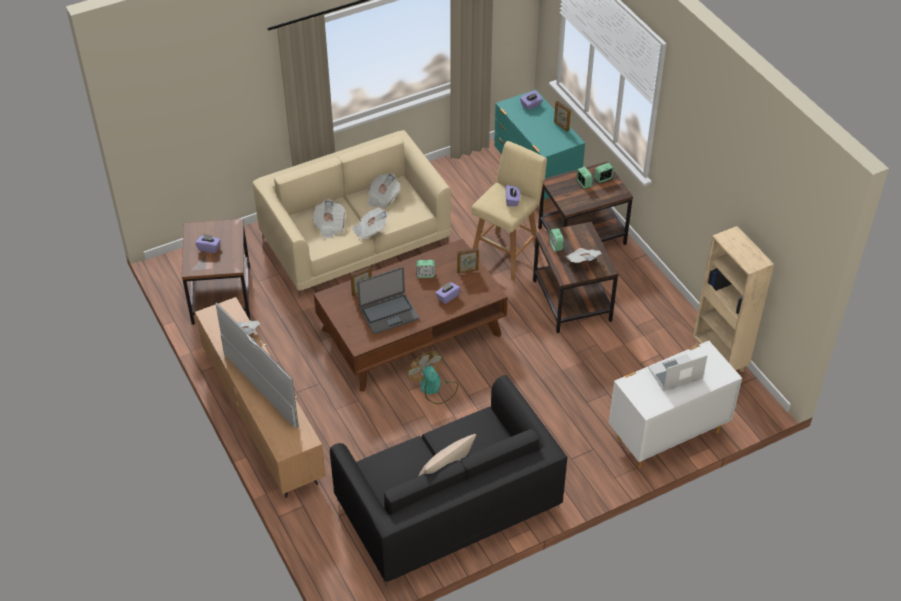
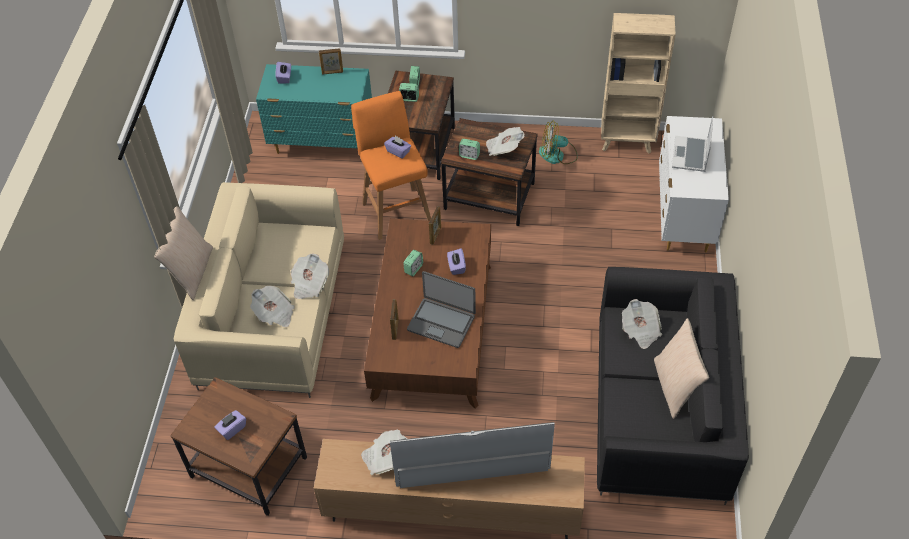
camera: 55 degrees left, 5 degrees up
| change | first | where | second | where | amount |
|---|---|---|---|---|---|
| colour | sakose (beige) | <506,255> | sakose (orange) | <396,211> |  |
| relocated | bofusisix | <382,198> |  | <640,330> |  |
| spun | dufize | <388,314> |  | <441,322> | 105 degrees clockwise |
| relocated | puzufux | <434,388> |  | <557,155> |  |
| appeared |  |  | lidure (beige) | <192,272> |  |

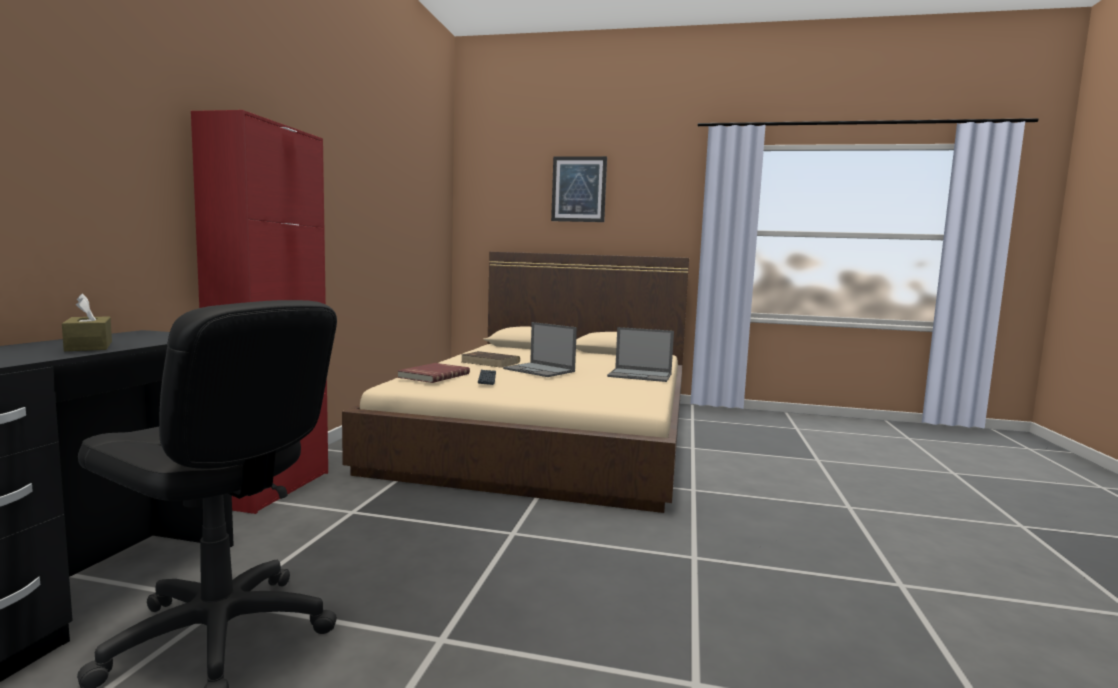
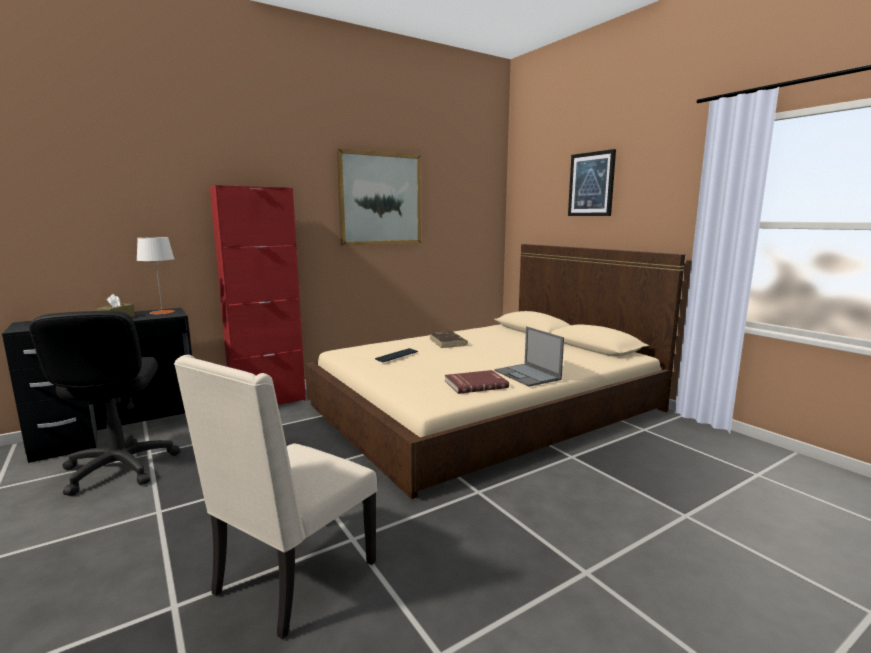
camera: 45 degrees right, 5 degrees up
| change | first | where | second | where | amount |
|---|---|---|---|---|---|
| missing | dufize | <540,370> |  |  |  |
| relocated | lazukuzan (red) | <433,375> |  | <475,384> |  |
| appeared |  |  | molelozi | <380,199> |  |
| appeared |  |  | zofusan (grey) | <162,312> |  |
| appeared |  |  | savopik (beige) | <292,579> |  |

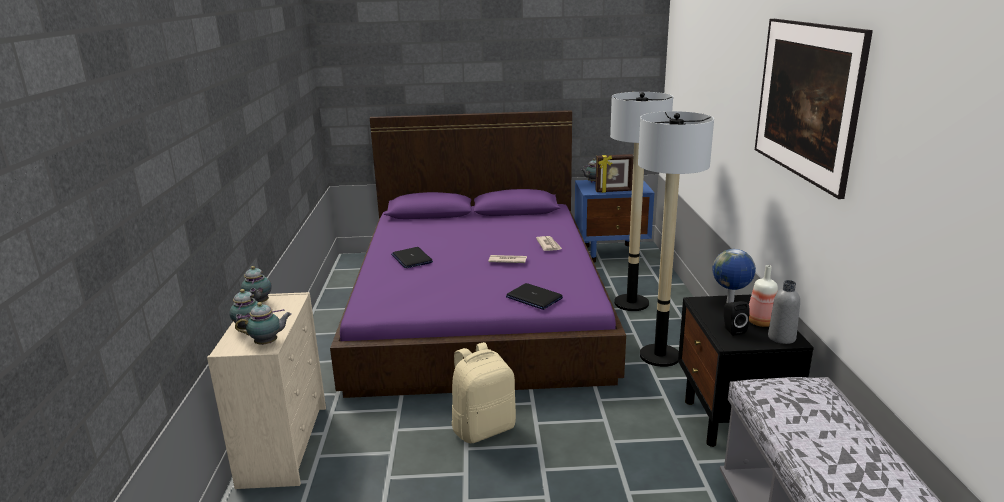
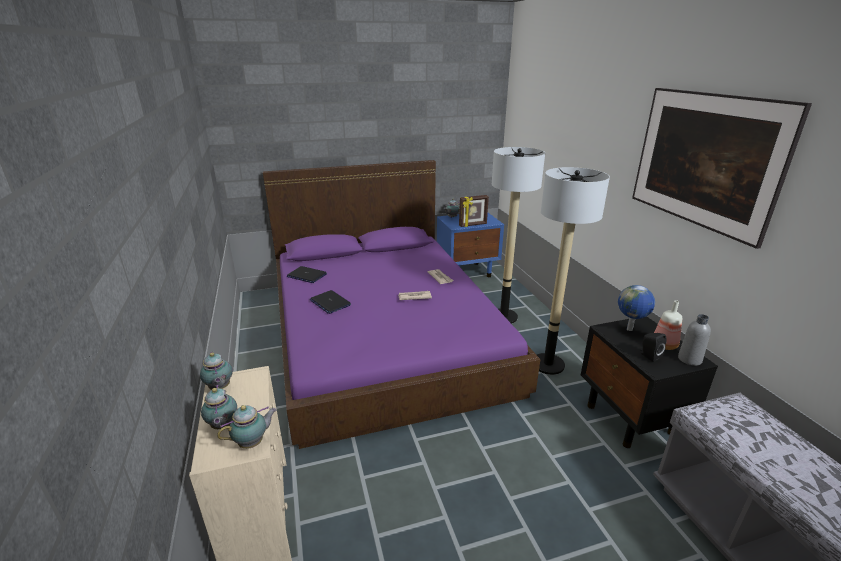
camera: 15 degrees left, 5 degrees up
| change | first | where | second | where | amount |
|---|---|---|---|---|---|
| relocated | dufize | <533,298> |  | <306,275> |  |
| missing | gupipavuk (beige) | <483,428> |  |  |  |

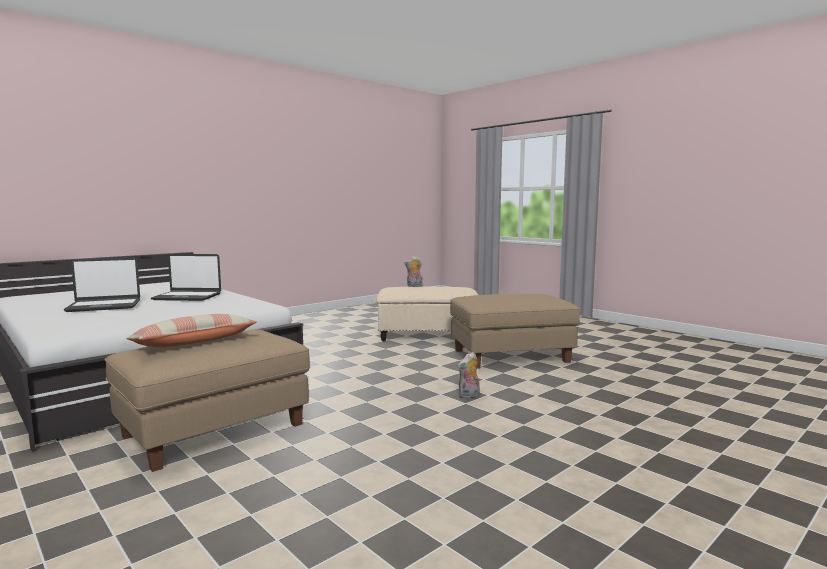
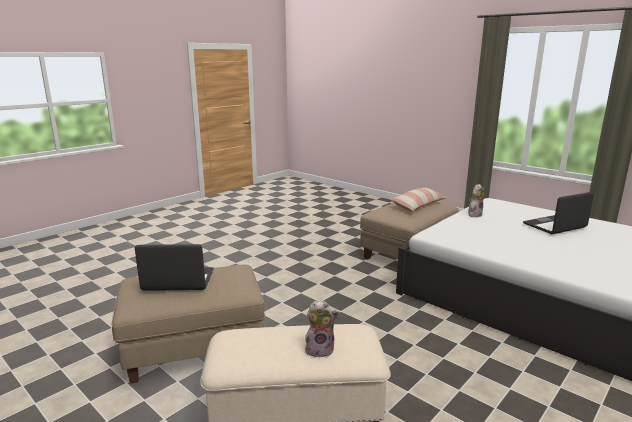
camera: 175 degrees right, 10 degrees up
| change | first | where | second | where | amount |
|---|---|---|---|---|---|
| relocated | dufize | <187,297> |  | <178,281> |  |
| relocated | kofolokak | <469,396> |  | <474,214> |  |

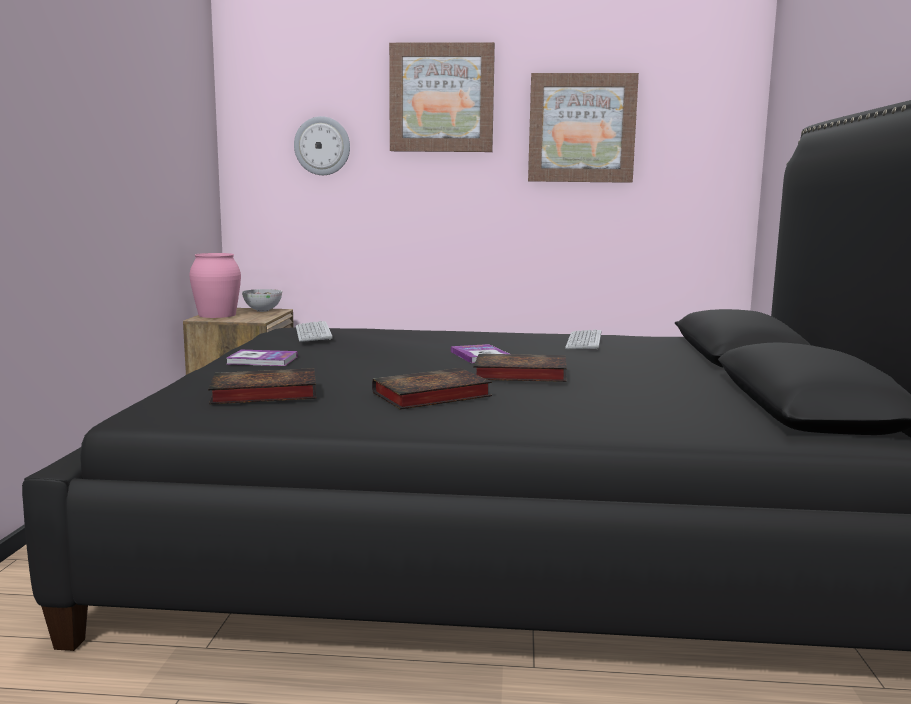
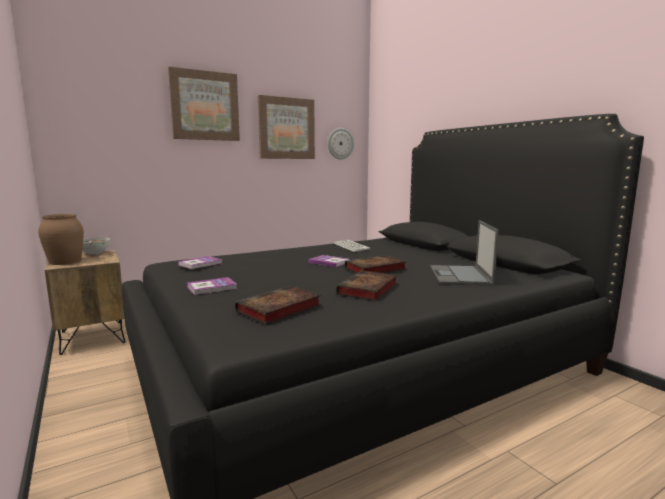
camera: 35 degrees left, 0 degrees up
| change | first | where | second | where | amount |
|---|---|---|---|---|---|
| relocated | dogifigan | <322,146> |  | <340,143> |  |
| colour | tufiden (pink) | <217,315> | tufiden (brown) | <65,261> |  |
| exchanged | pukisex | <313,333> | lazukuzan | <200,264> |  |
| appeared |  |  | dufize | <460,276> |  |

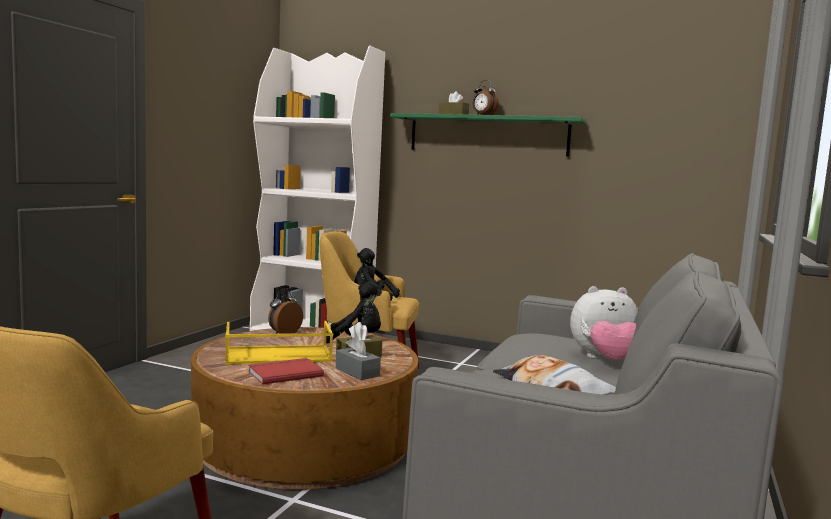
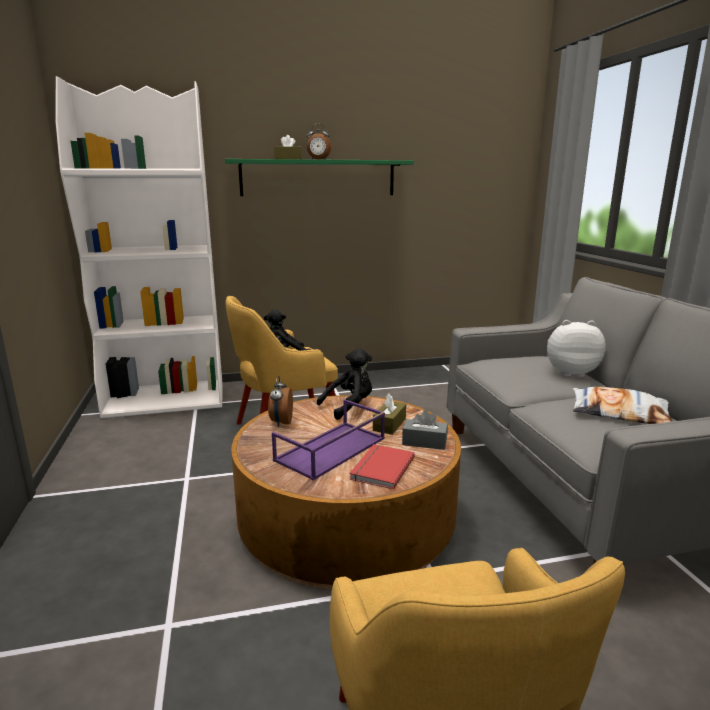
camera: 35 degrees left, 10 degrees up
| change | first | where | second | where | amount |
|---|---|---|---|---|---|
| spun | kofolokak | <604,360> |  | <570,373> | 135 degrees counterclockwise |
| colour | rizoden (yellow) | <277,355> | rizoden (purple) | <331,450> |  |

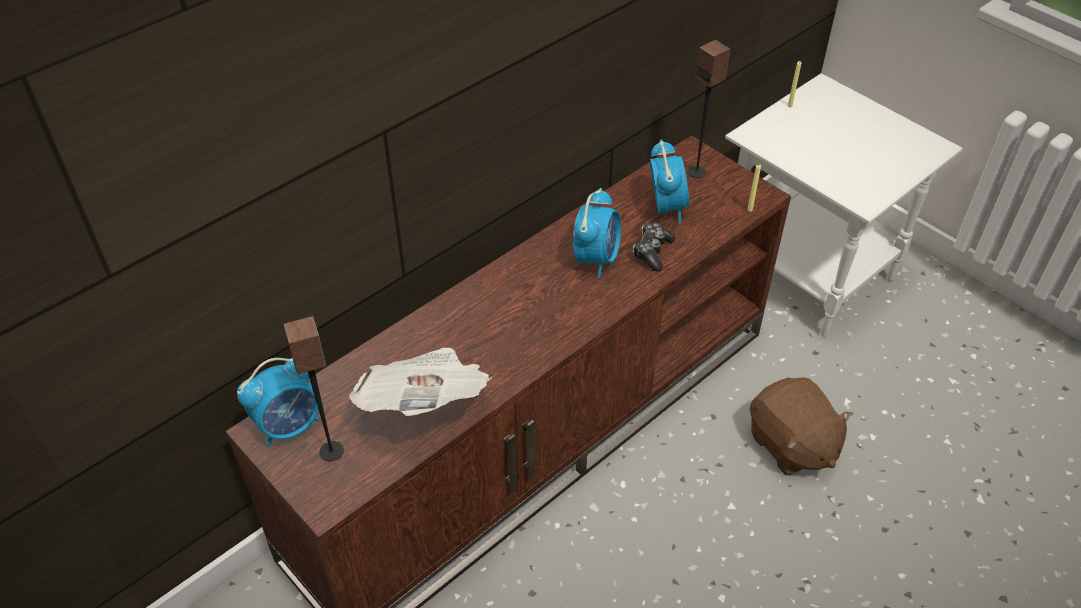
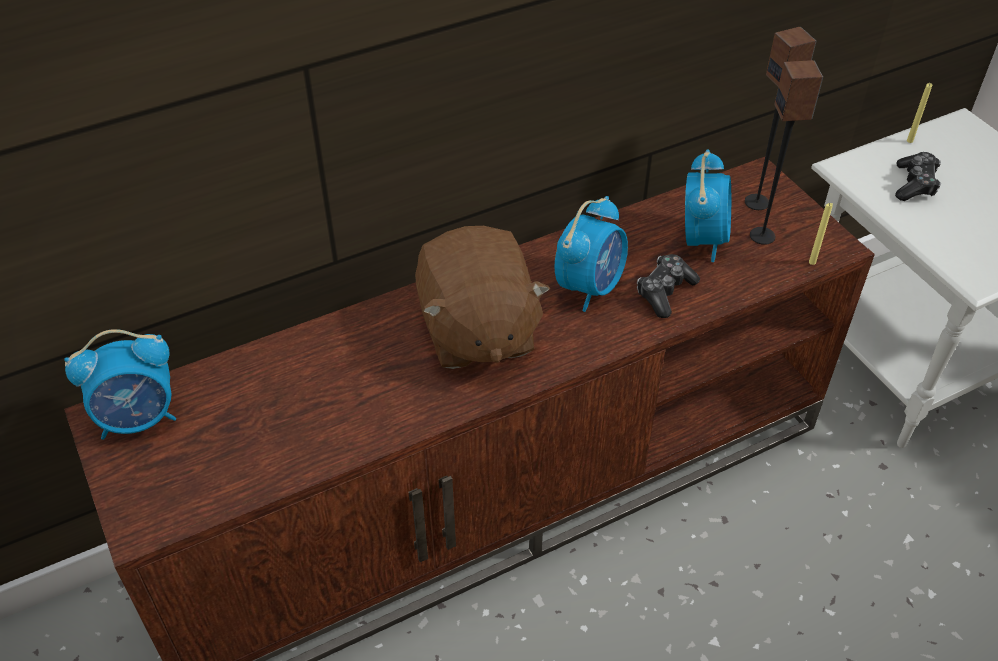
camera: 15 degrees right, 0 degrees up
| change | first | where | second | where | amount |
|---|---|---|---|---|---|
| relocated | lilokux | <332,451> |  | <763,236> |  |
| missing | bofusisix | <425,403> |  |  |  |
| relocated | kofolokak (brown) | <791,444> |  | <476,331> |  |
| appeared |  |  | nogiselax | <915,184> |  |

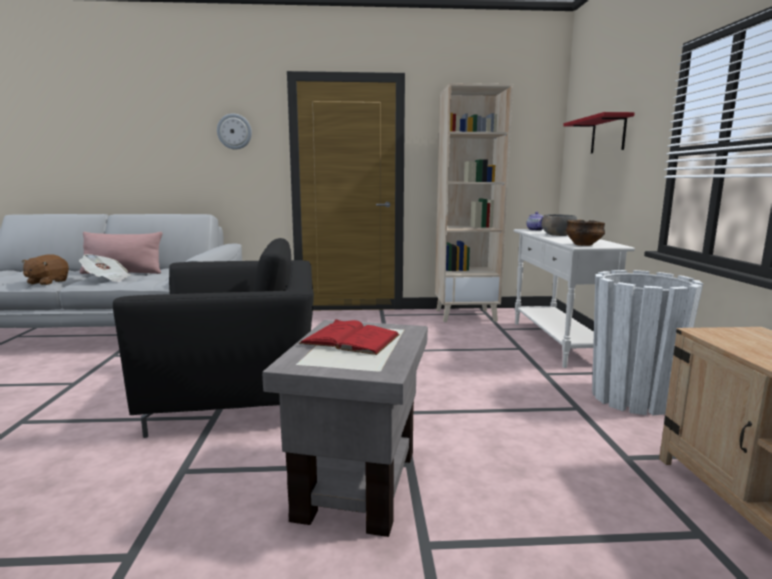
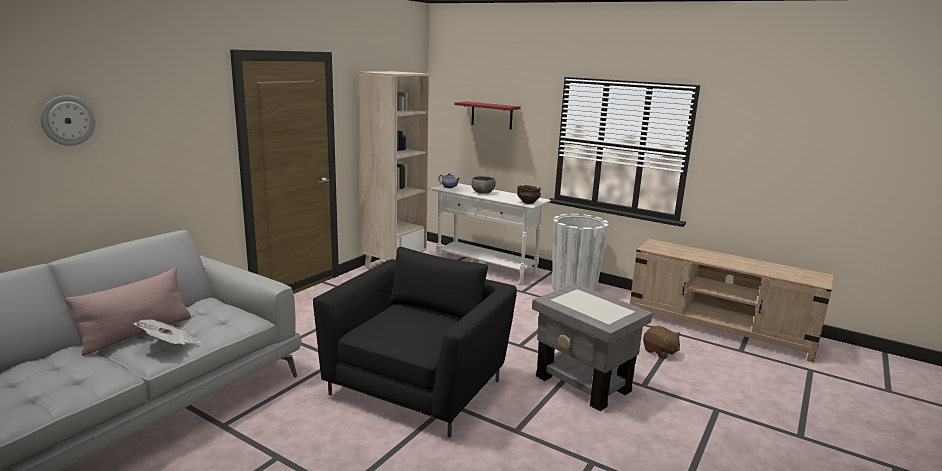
camera: 55 degrees left, 5 degrees up
| change | first | where | second | where | amount |
|---|---|---|---|---|---|
| relocated | dogifigan | <234,131> |  | <67,120> |  |
| relocated | kofolokak (brown) | <47,282> |  | <660,352> |  |
| missing | lazukuzan (red) | <350,339> |  |  |  |

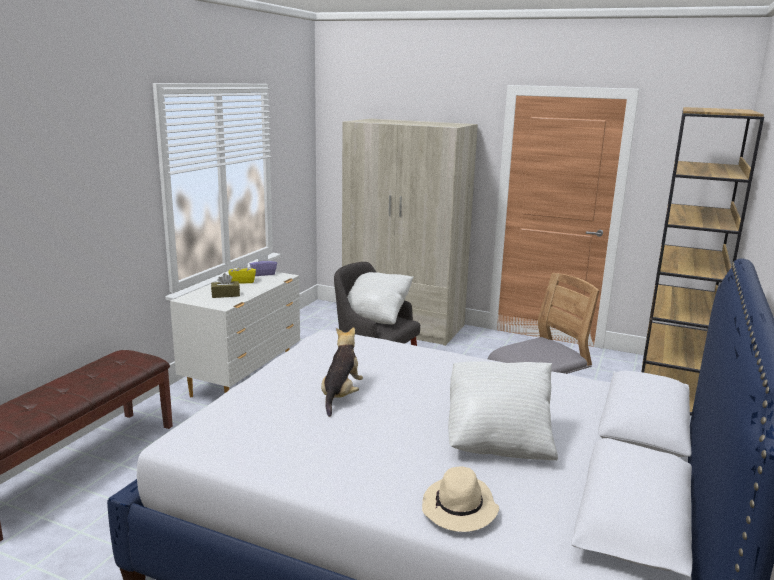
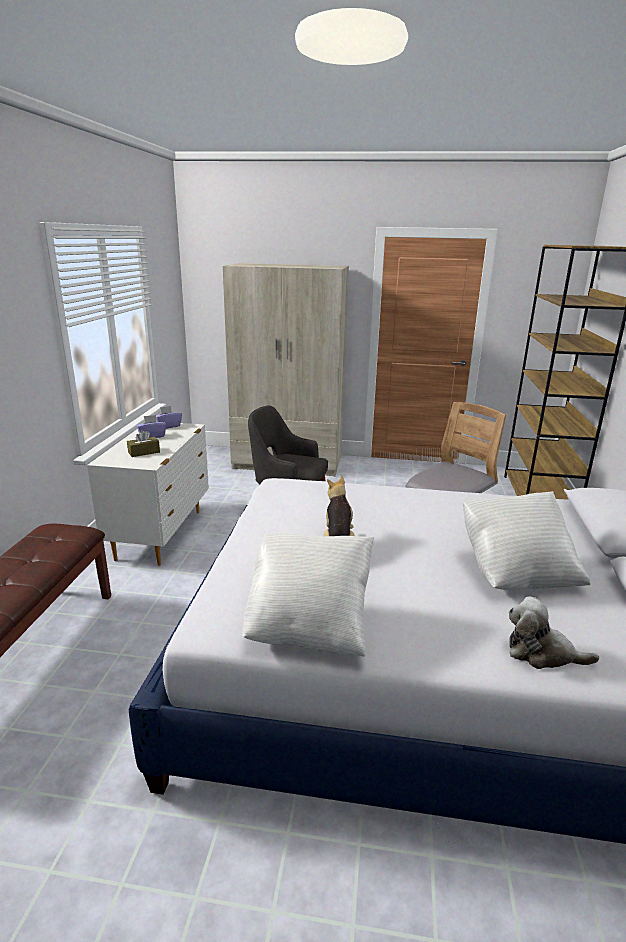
camera: 15 degrees left, 5 degrees up
| change | first | where | second | where | amount |
|---|---|---|---|---|---|
| colour | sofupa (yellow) | <242,281> | sofupa (purple) | <152,436> |  |
| relocated | lidure (white) | <377,316> |  | <309,624> |  |
| exchanged | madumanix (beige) | <459,509> | kofolokak | <542,653> |  |

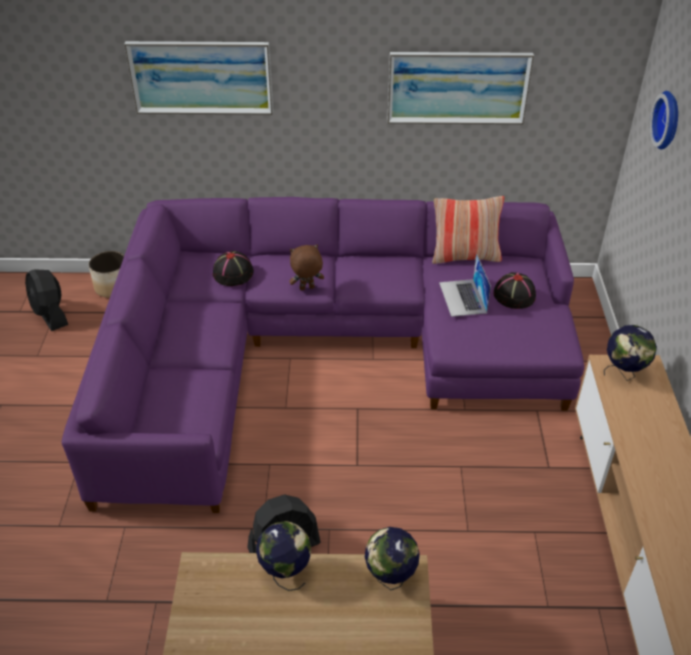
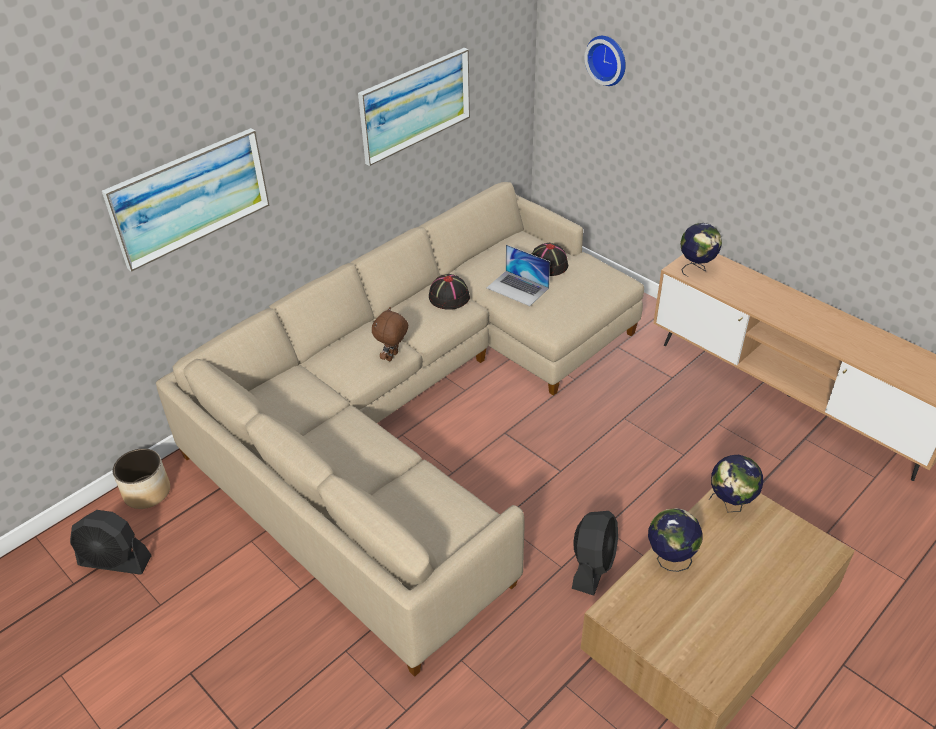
camera: 45 degrees left, 0 degrees up
| change | first | where | second | where | amount |
|---|---|---|---|---|---|
| missing | lidure | <465,256> |  |  |  |
| colour | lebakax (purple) | <321,351> | lebakax (beige) | <418,411> |  |
| relocated | madumanix (black) | <233,273> |  | <448,296> |  |

